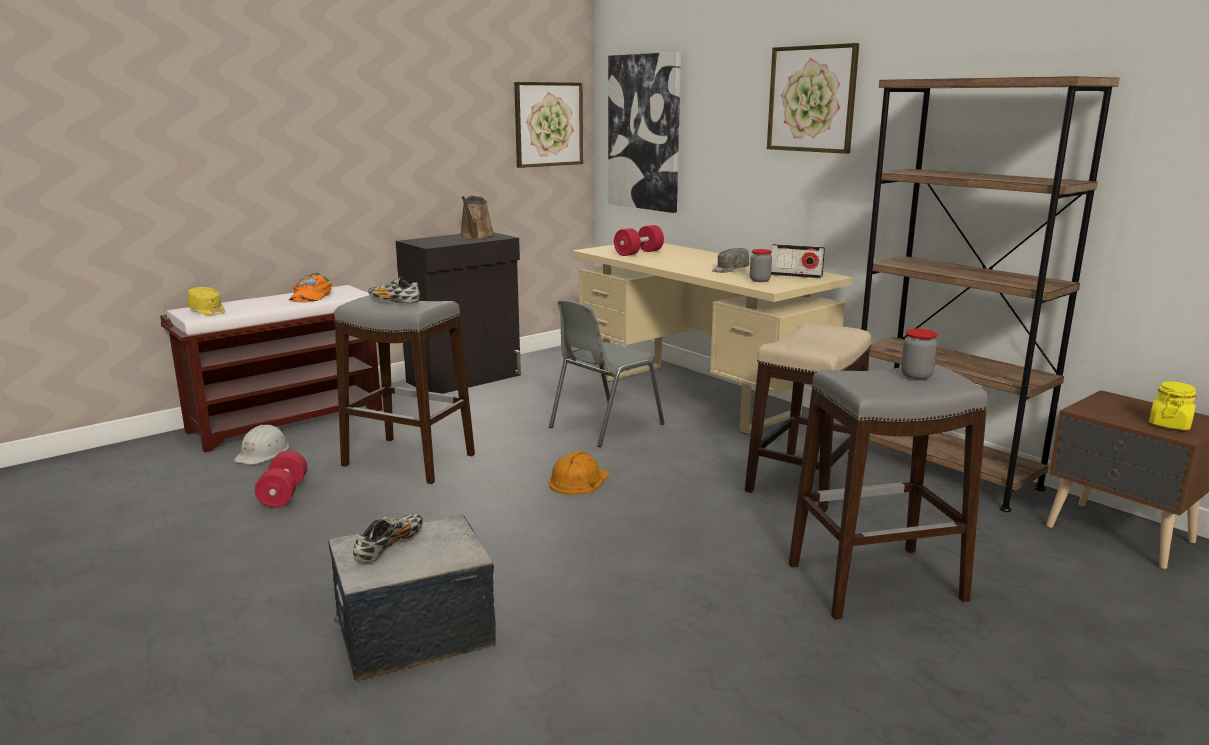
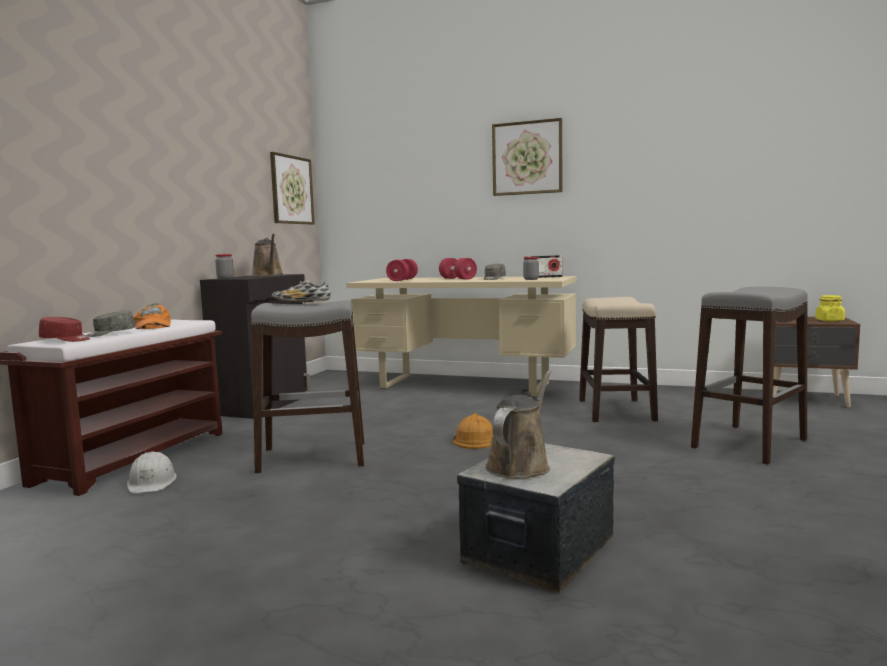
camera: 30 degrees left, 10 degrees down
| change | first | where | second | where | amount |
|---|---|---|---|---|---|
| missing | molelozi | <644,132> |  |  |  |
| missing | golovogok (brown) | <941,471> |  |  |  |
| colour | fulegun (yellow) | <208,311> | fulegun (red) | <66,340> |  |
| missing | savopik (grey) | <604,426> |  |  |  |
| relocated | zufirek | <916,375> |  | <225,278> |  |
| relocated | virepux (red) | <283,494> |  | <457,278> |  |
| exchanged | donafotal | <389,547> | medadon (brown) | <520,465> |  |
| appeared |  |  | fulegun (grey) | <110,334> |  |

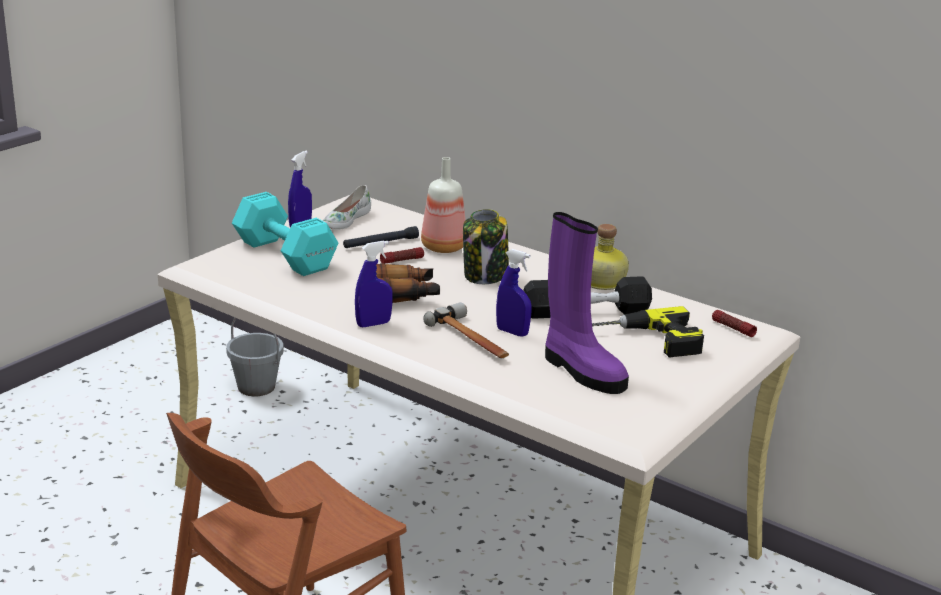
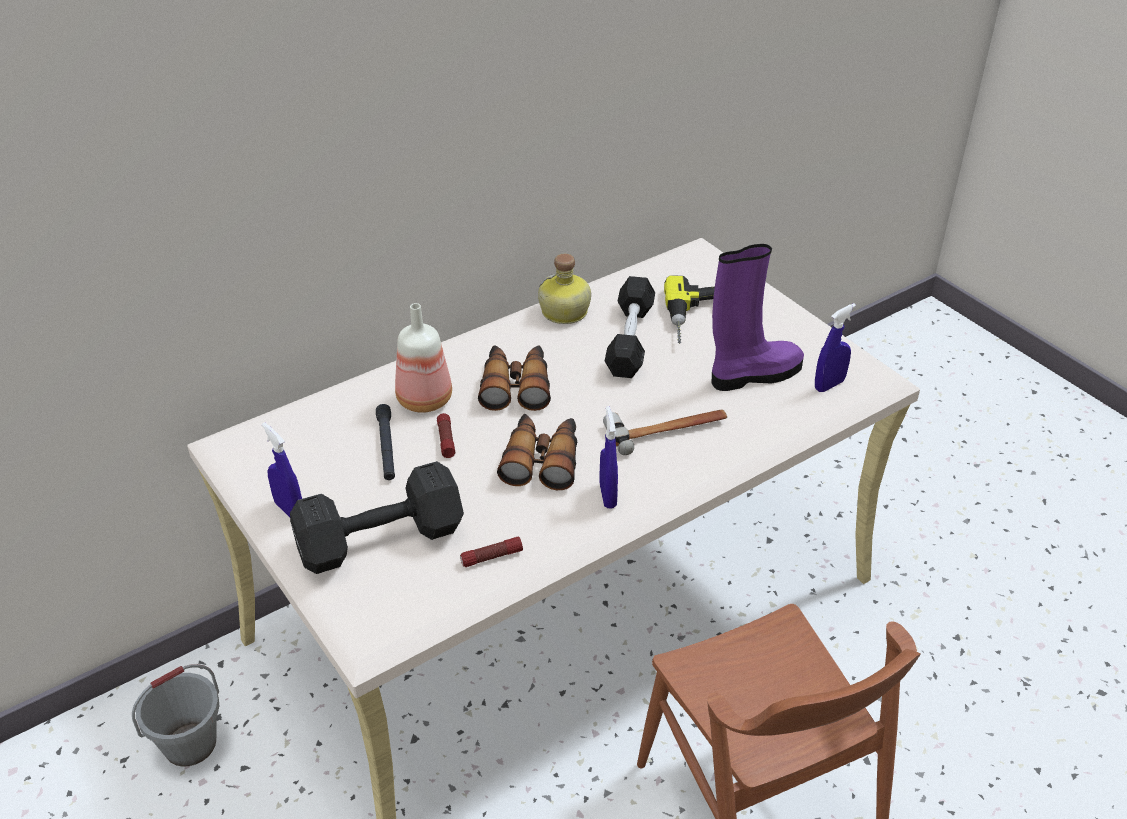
camera: 70 degrees left, 15 degrees up
| change | first | where | second | where | amount |
|---|---|---|---|---|---|
| missing | donafotal (white) | <345,220> |  |  |  |
| colour | virepux (turquoise) | <284,254> | virepux (black) | <376,540> |  |
| exchanged | zufirek | <485,275> | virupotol | <515,385> |  |
| relocated | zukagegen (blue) | <512,332> |  | <829,385> |  |
| relocated | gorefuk | <733,328> |  | <491,557> |  |

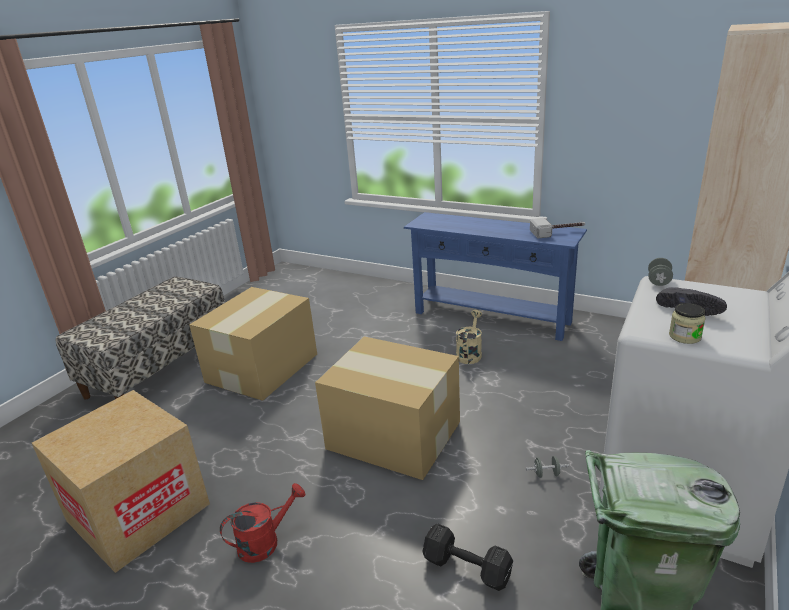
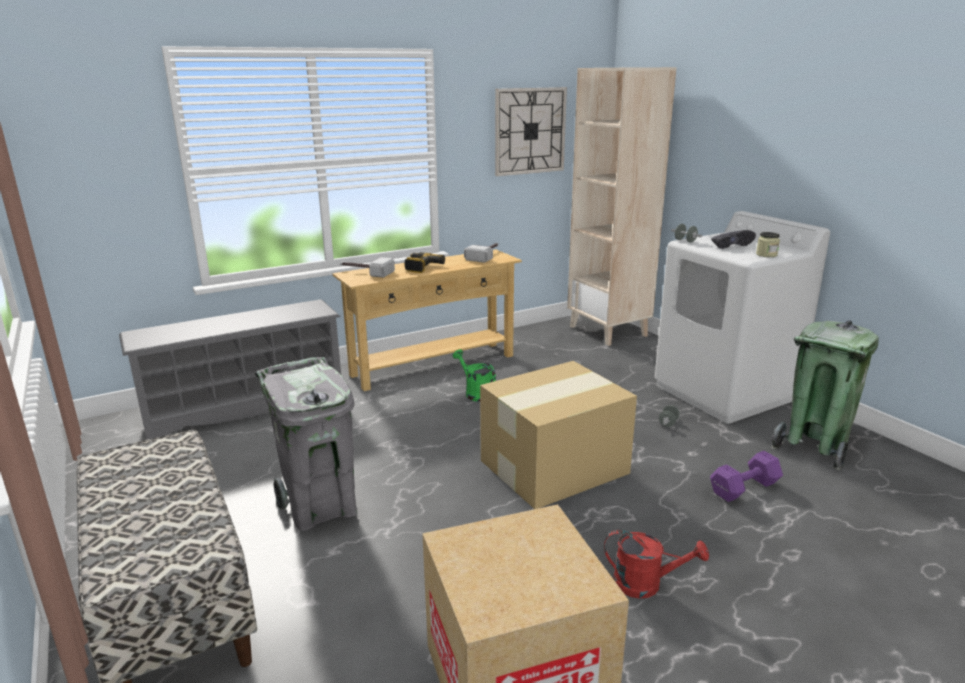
camera: 60 degrees left, 5 degrees down
| change | first | where | second | where | amount |
|---|---|---|---|---|---|
| colour | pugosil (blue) | <491,317> | pugosil (beige) | <433,365> |  |
| exchanged | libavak | <264,367> | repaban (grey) | <320,508> |  |
| colour | medadon (beige) | <469,353> | medadon (green) | <475,393> |  |
| spun | medadon (red) | <265,542> |  | <646,584> | 105 degrees clockwise |
| colour | virepux (black) | <468,569> | virepux (purple) | <746,488> |  |
| appeared |  |  | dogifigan | <530,131> |  |
| appeared |  |  | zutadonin | <420,267> |  |
| appeared |  |  | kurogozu | <365,272> |  |
| appeared |  |  | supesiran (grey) | <246,407> |  |

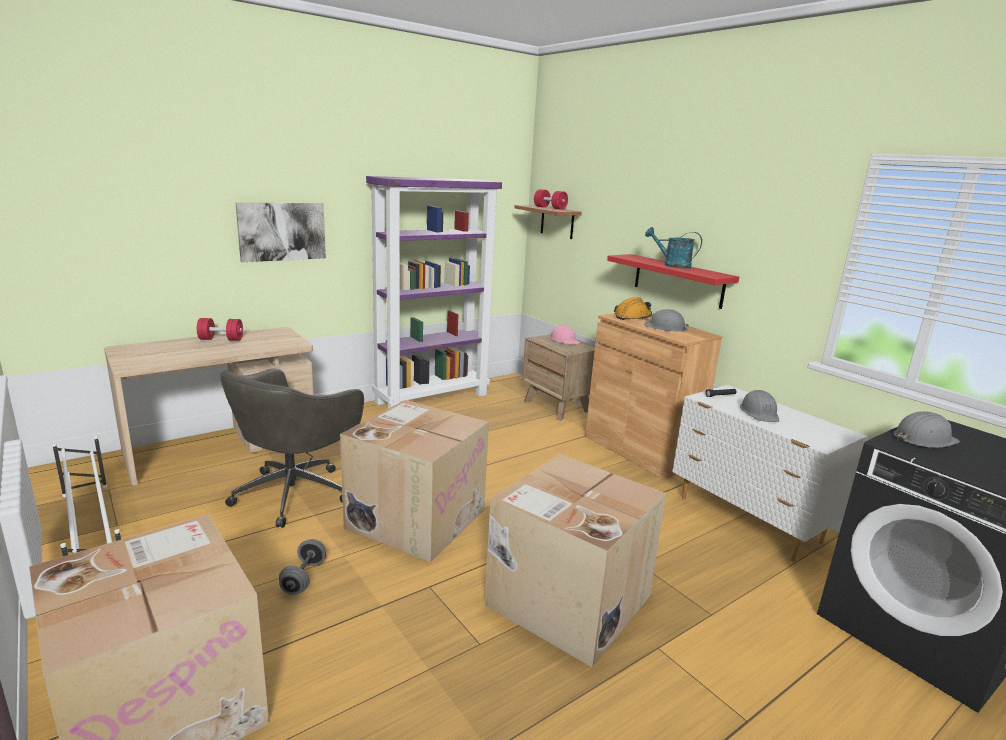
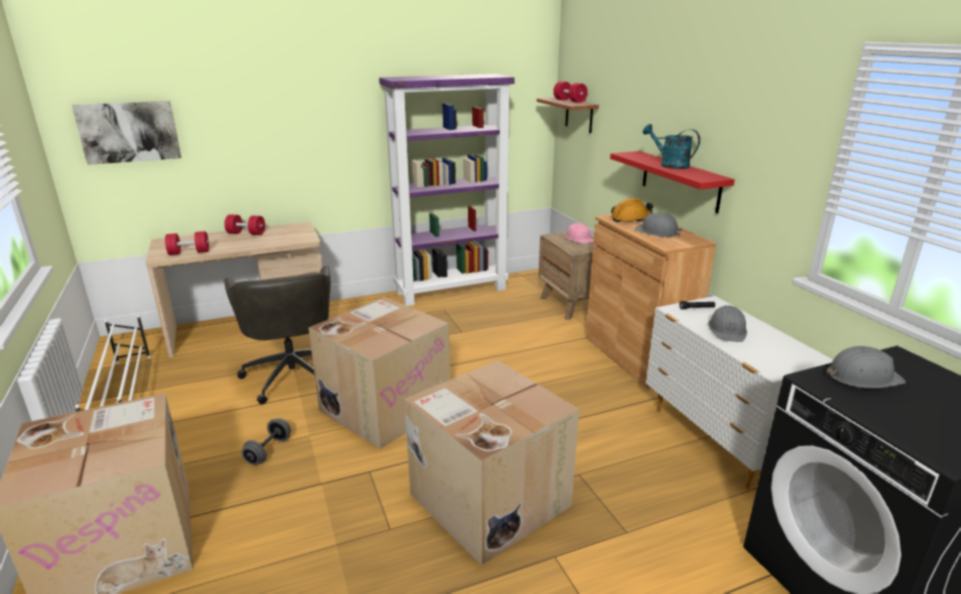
camera: 15 degrees right, 5 degrees up
| change | first | where | second | where | amount |
|---|---|---|---|---|---|
| relocated | molelozi | <282,231> |  | <129,132> |  |
| spun | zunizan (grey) | <295,492> |  | <293,374> | 60 degrees counterclockwise |
| appeared |  |  | virepux (red) | <189,252> |  |

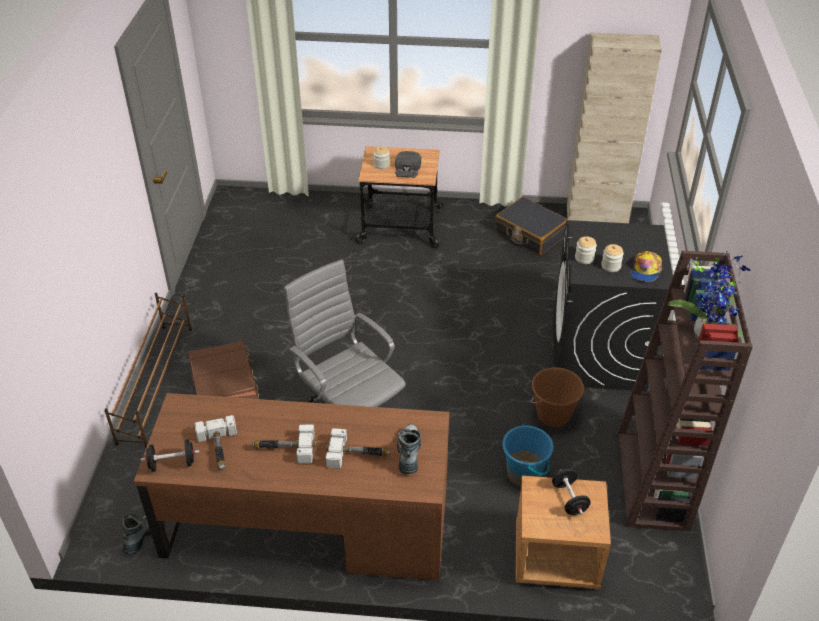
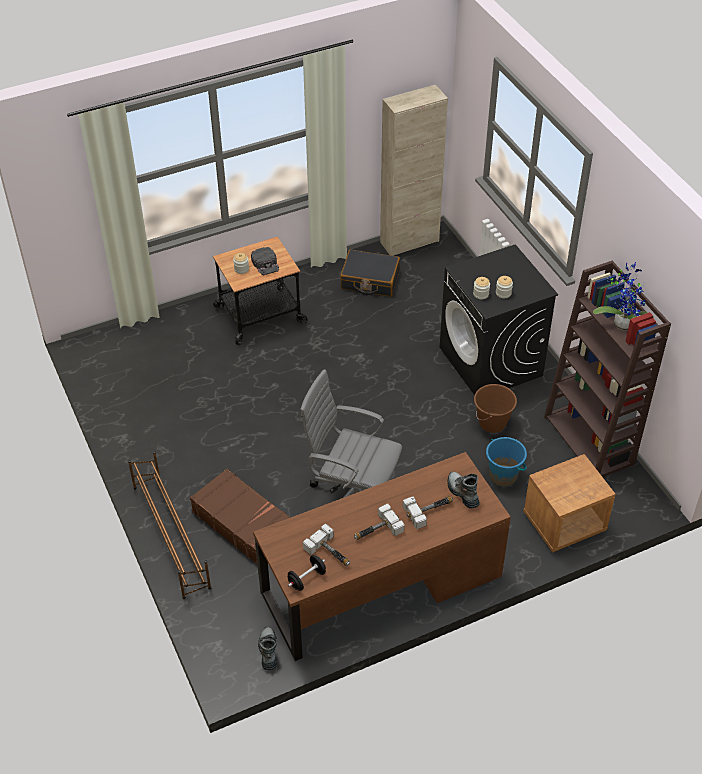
camera: 30 degrees left, 5 degrees up
| change | first | where | second | where | amount |
|---|---|---|---|---|---|
| missing | fulegun | <645,271> |  |  |  |
| missing | virepux (black) | <569,499> |  |  |  |

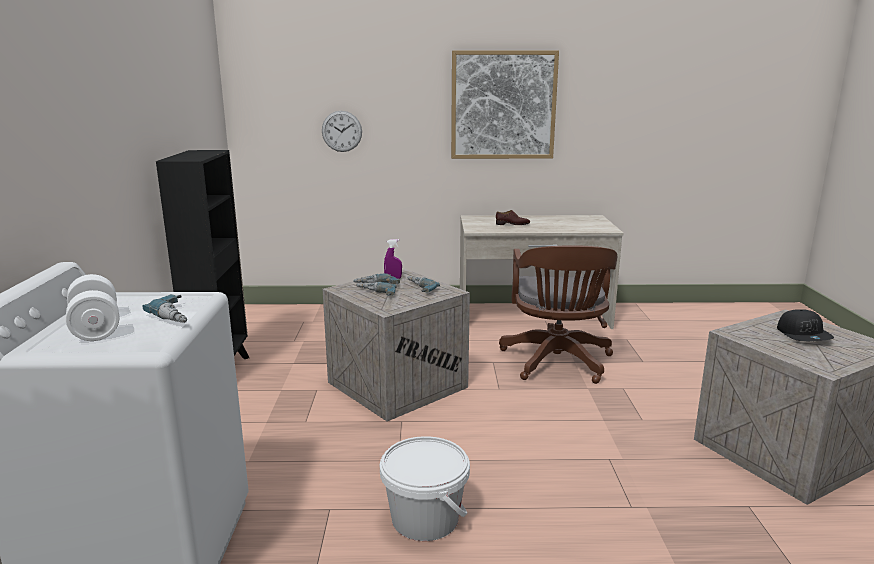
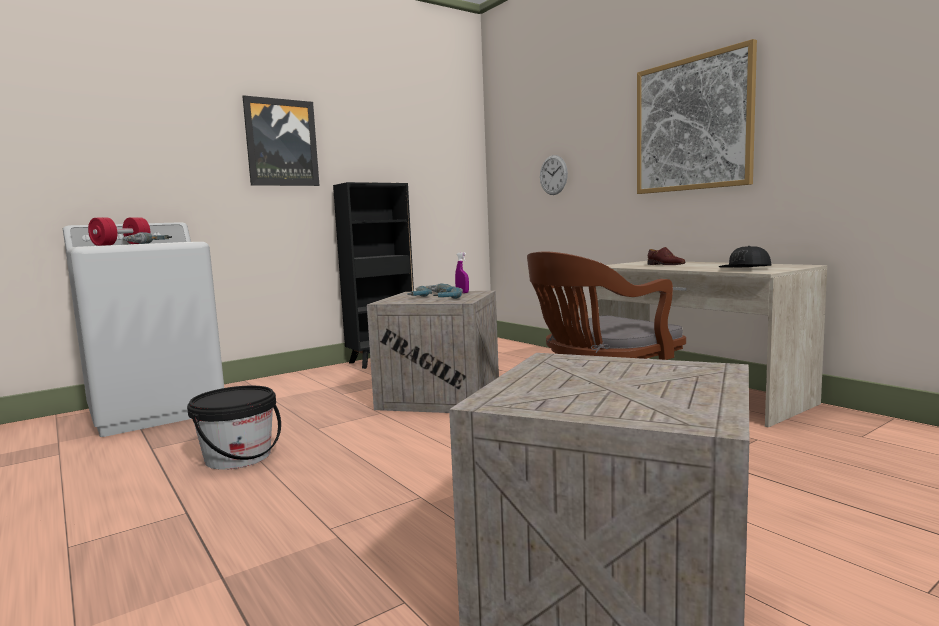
camera: 55 degrees right, 10 degrees down
| change | first | where | second | where | amount |
|---|---|---|---|---|---|
| colour | virepux (white) | <96,327> | virepux (red) | <121,244> |  |
| relocated | fulegun (black) | <804,335> |  | <746,269> |  |
| colour | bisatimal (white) | <425,518> | bisatimal (black) | <238,457> |  |
| appeared |  |  | molelozi | <281,143> |  |

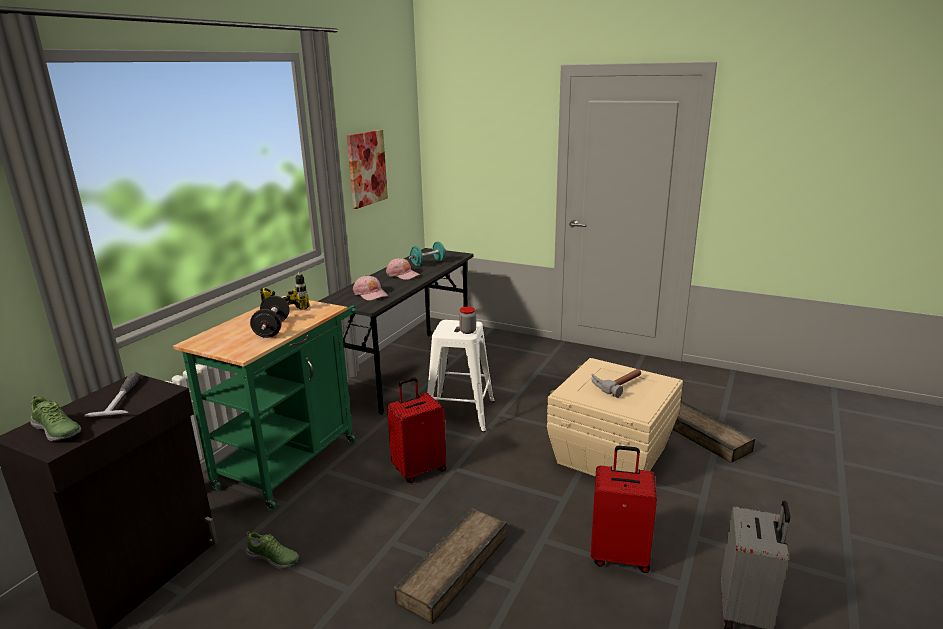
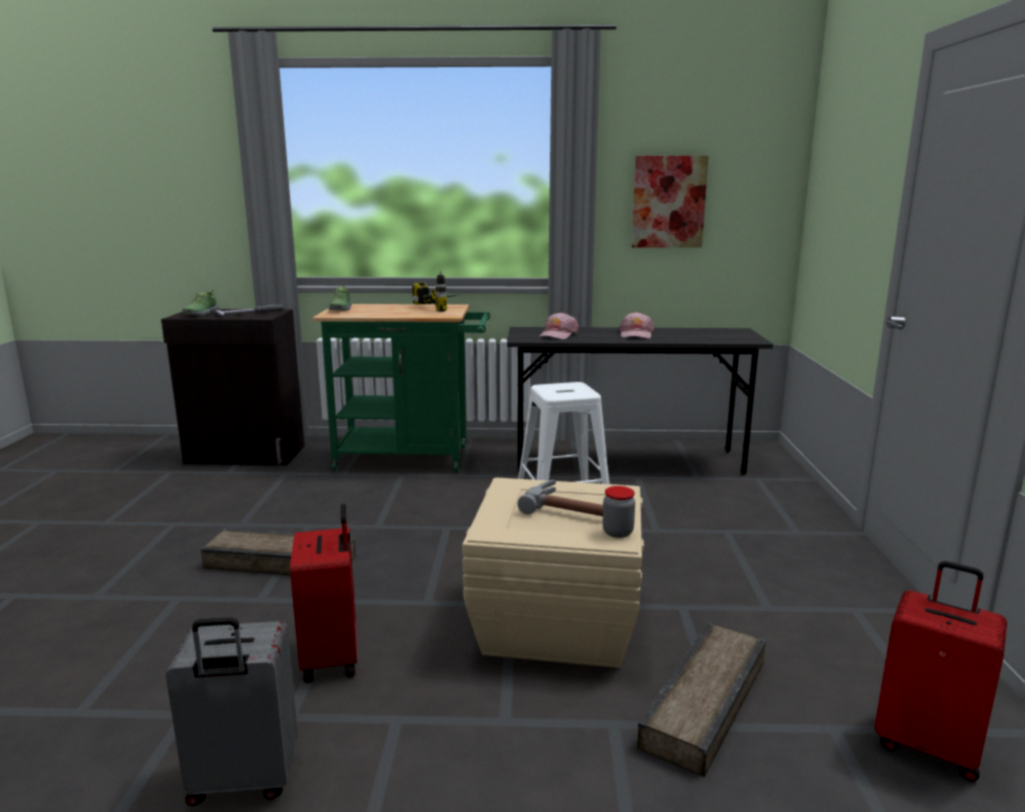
camera: 65 degrees right, 5 degrees down
| change | first | where | second | where | amount |
|---|---|---|---|---|---|
| missing | virepux (turquoise) | <428,263> |  |  |  |
| missing | virepux (black) | <272,329> |  |  |  |
| relocated | zufirek | <468,331> |  | <617,532> |  |
| relocated | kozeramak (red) | <419,469> |  | <927,745> |  |
| relocated | donafotal | <273,558> |  | <340,308> |  |

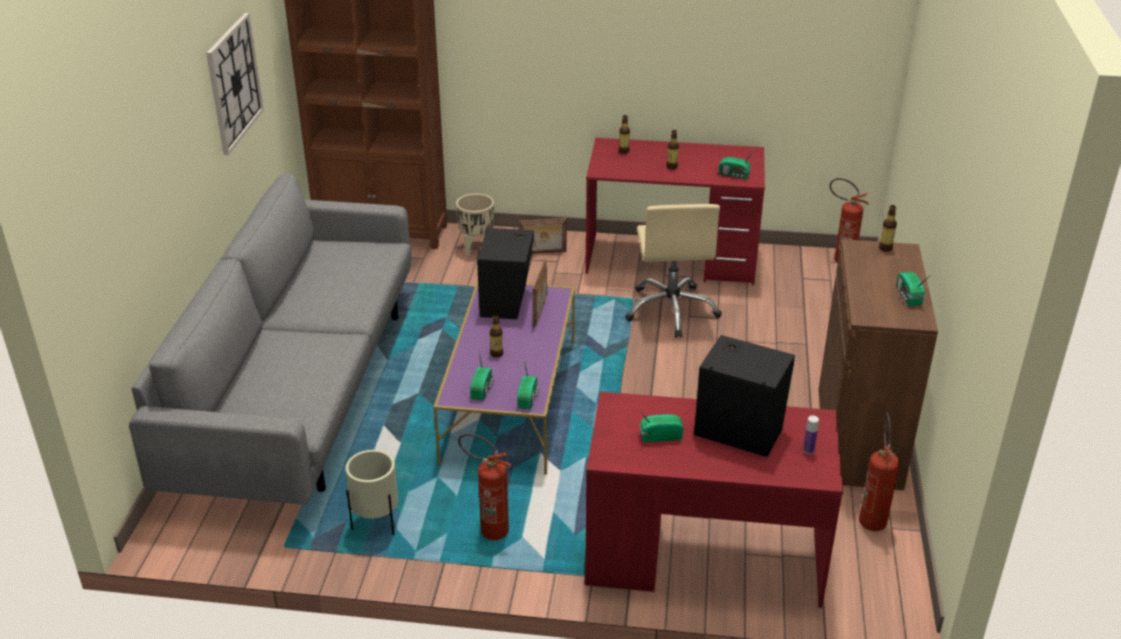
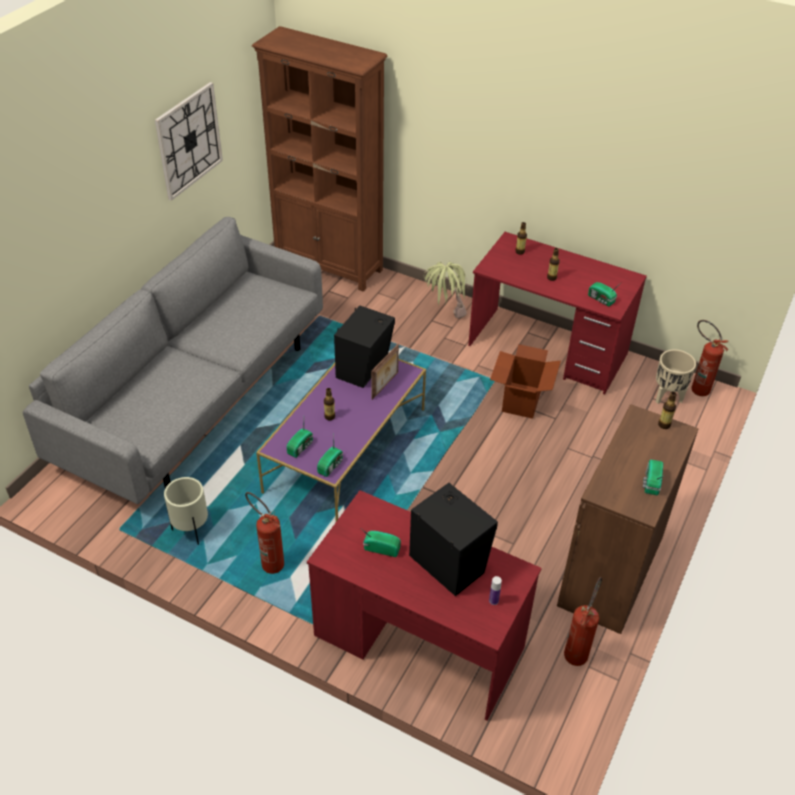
camera: 20 degrees right, 10 degrees up
| change | first | where | second | where | amount |
|---|---|---|---|---|---|
| relocated | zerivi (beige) | <477,248> |  | <667,397> |  |
| exchanged | zunizan (beige) | <672,310> | libavak | <521,400> |  |
| exchanged | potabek | <543,253> | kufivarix | <444,316> |  |

